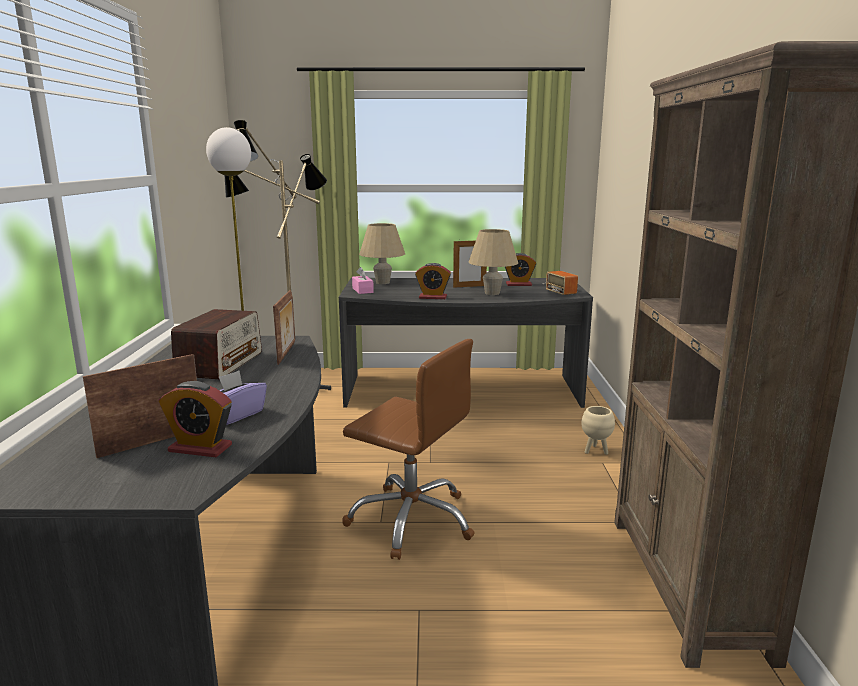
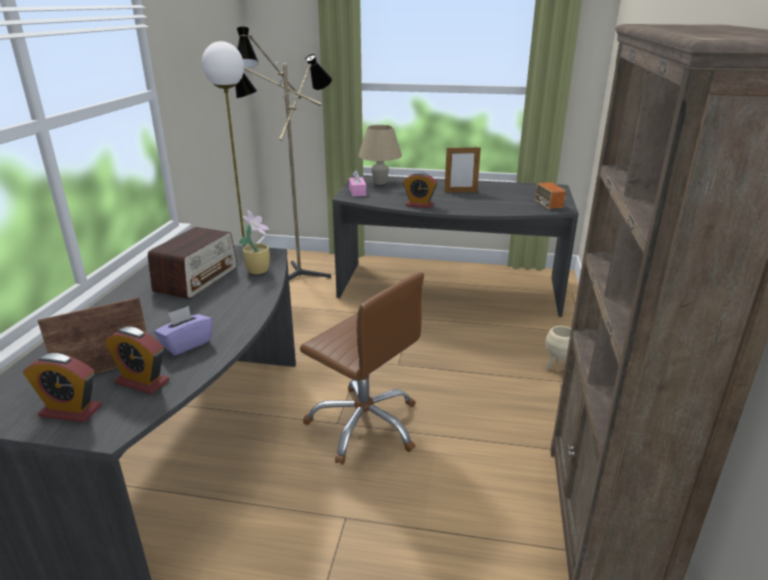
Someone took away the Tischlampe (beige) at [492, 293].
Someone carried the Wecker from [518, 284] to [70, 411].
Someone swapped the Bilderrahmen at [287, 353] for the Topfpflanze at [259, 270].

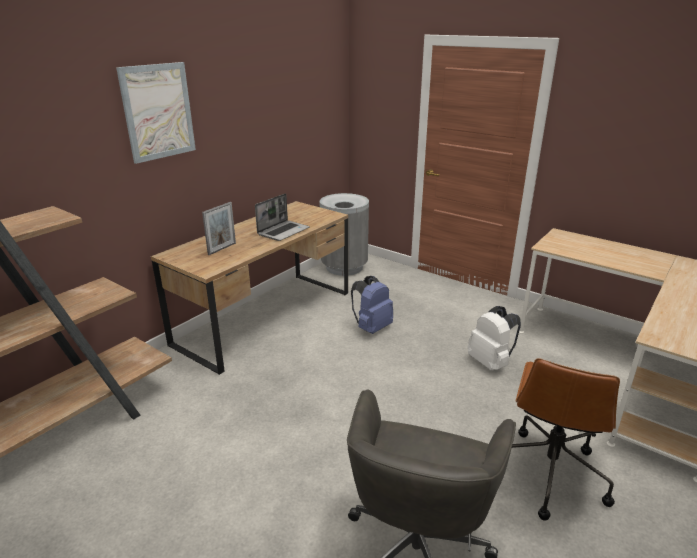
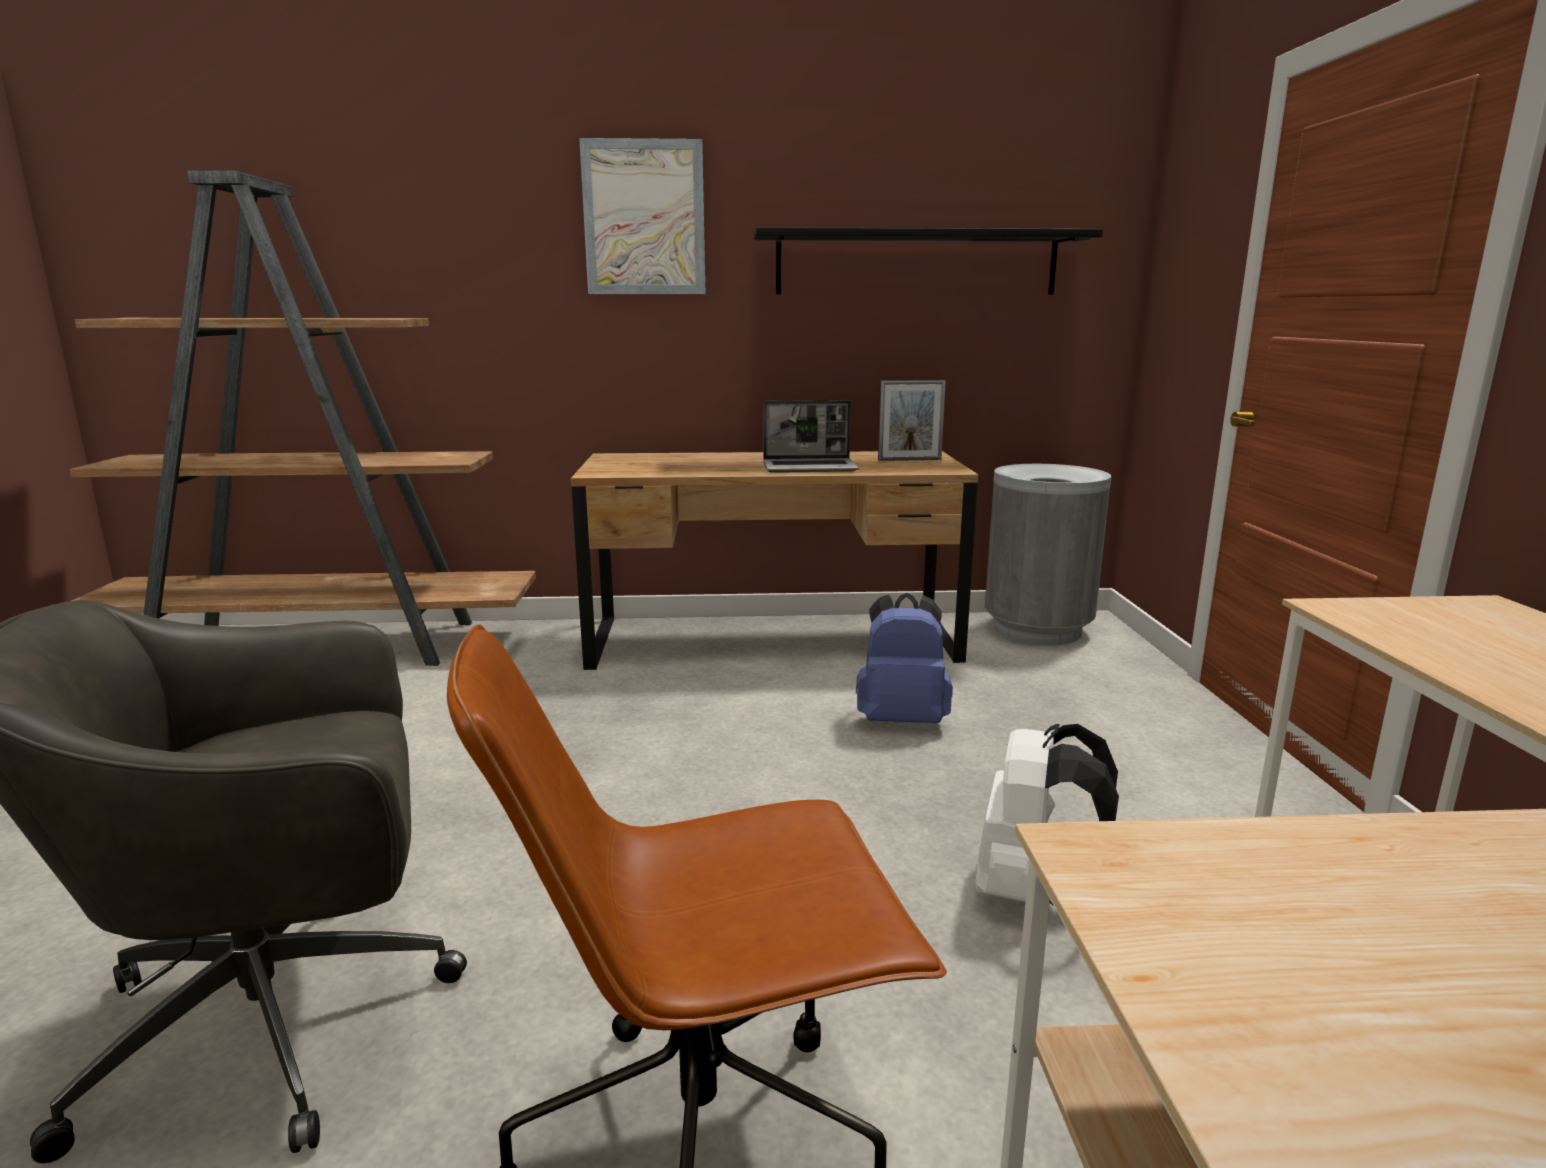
Someone put up the Wandregal (schwarz) at [916, 264].
Someone carried the Bilderrahmen from [222, 249] to [909, 460].

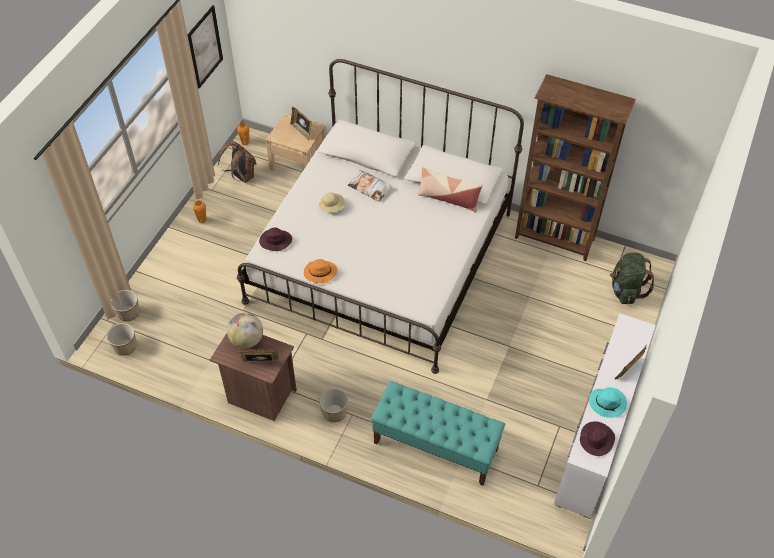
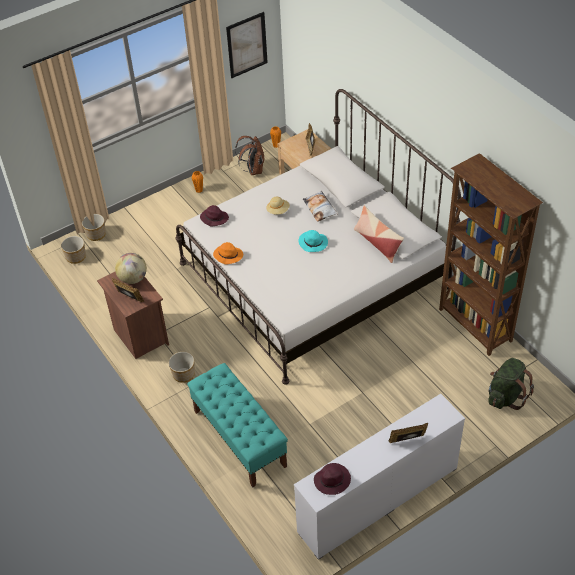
Someone carried the Hut (türkis) from [608, 403] to [313, 243].

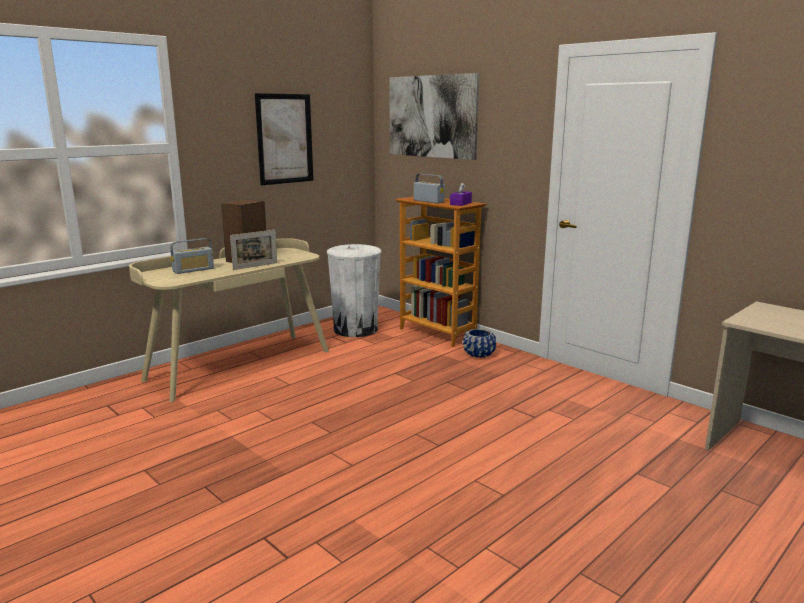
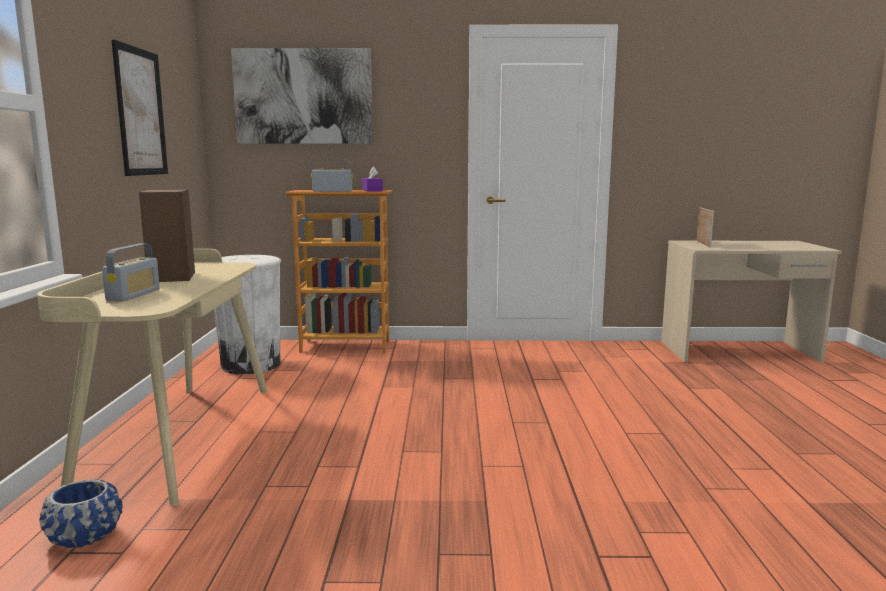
Someone carried the Bilderrahmen from [255, 266] to [703, 244].
Someone carried the Pflanzkübel (blau) from [479, 354] to [85, 536].

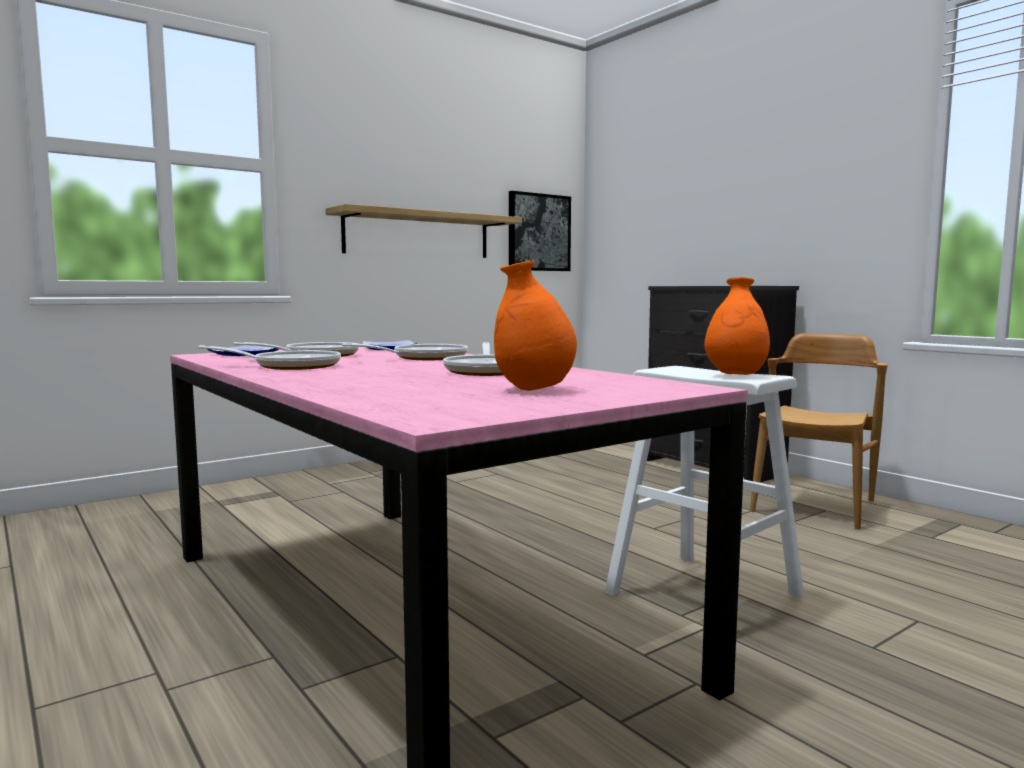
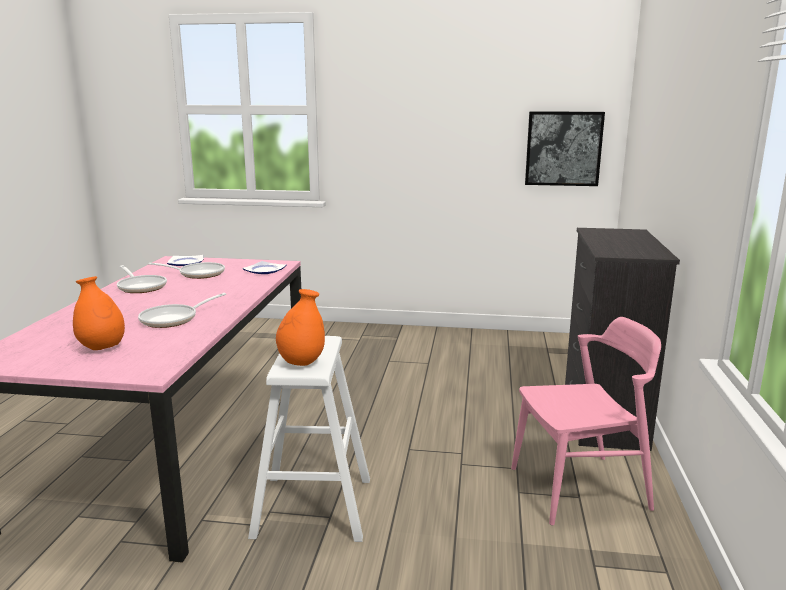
Someone took away the Wandregal at [418, 235].
Someone took away the Pfanne at [423, 358].
Someone repainted the Stuhl (braun) at [814, 506], which became the Stuhl (rosa) at [580, 489].

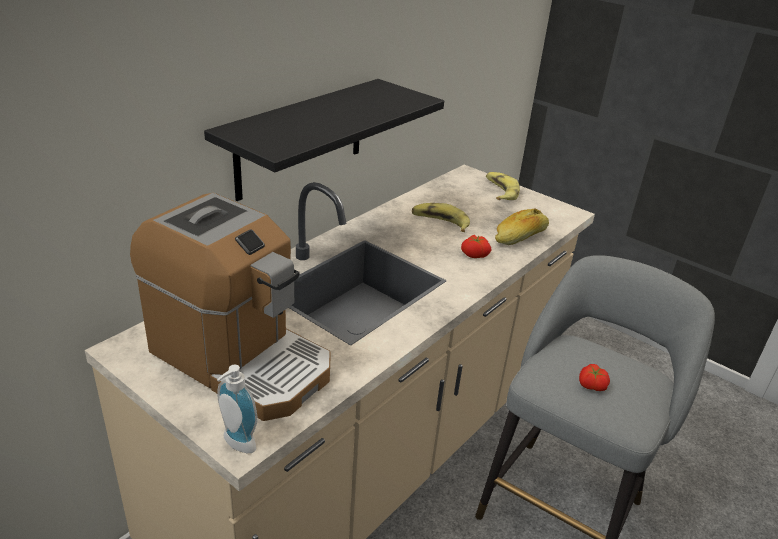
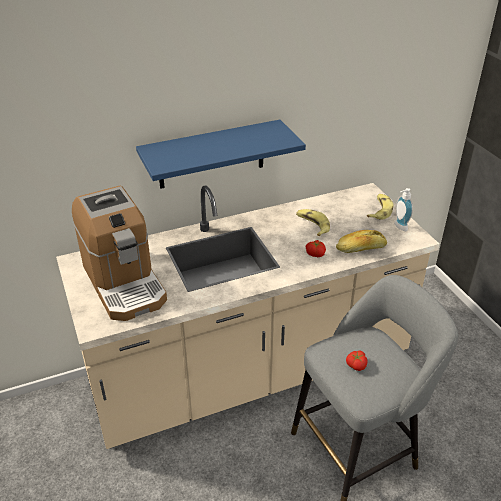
Someone carried the Seifenspender from [236, 445] to [399, 227].
Someone repainted the Wandregal (schwarz) at [301, 138], which became the Wandregal (blau) at [211, 155].

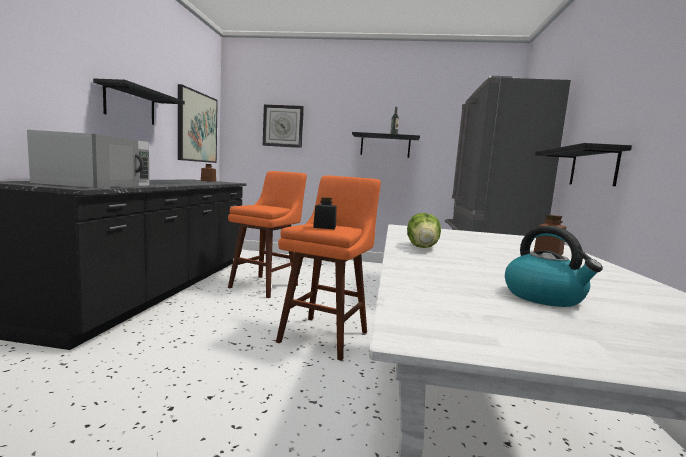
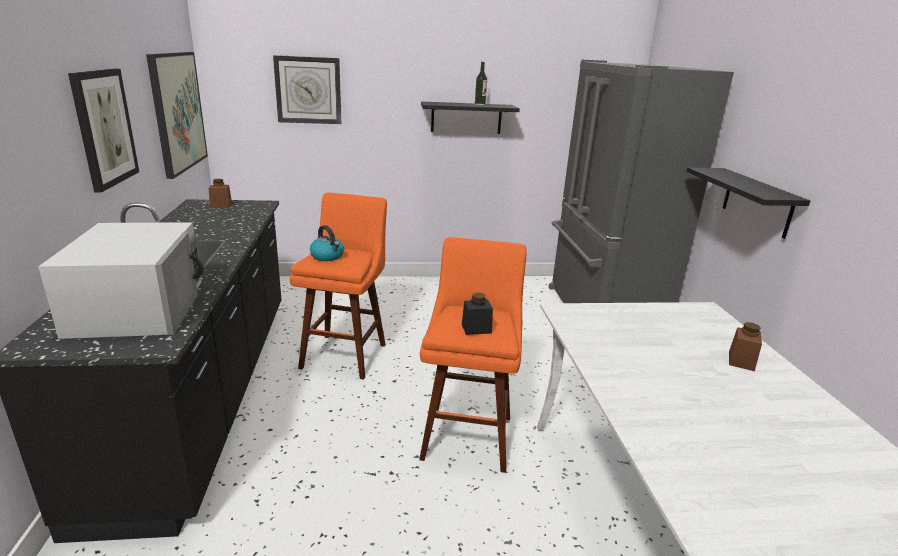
Someone took away the Salatkopf at [423, 247].
Someone carried the Wasserkessel from [544, 297] to [328, 256].
Someone swapped the Wandregal (schwarz) at [130, 105] for the Bild at [104, 128].

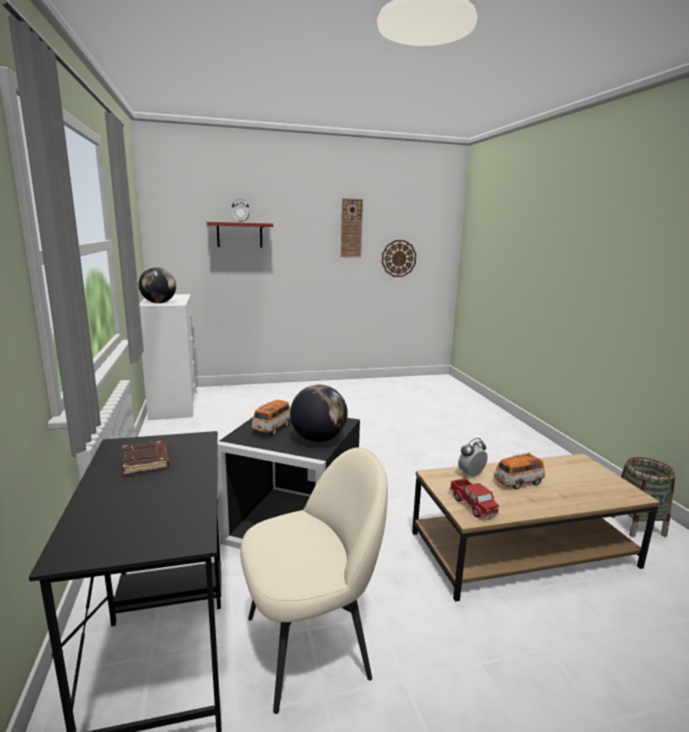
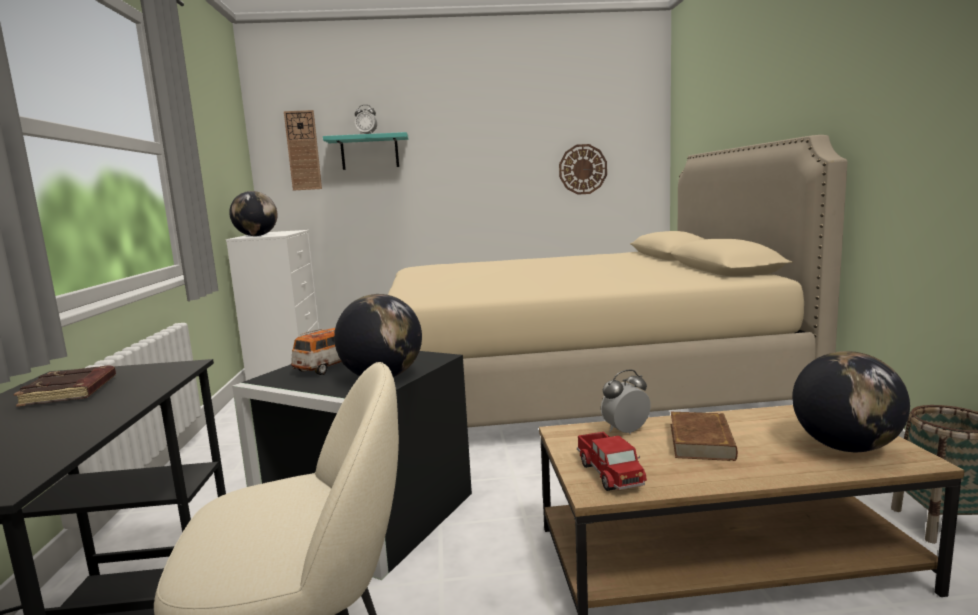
Someone put down the Bett (beige) at [569, 385].
Someone put down the Globus at [845, 447].
Someone carried the Wanduhr from [351, 228] to [303, 150].
Someone swapped the Spielzeugauto at [518, 482] for the Buch (braun) at [701, 441].
Someone repainted the Wandregal (rot) at [239, 235], which became the Wandregal (türkis) at [369, 152].

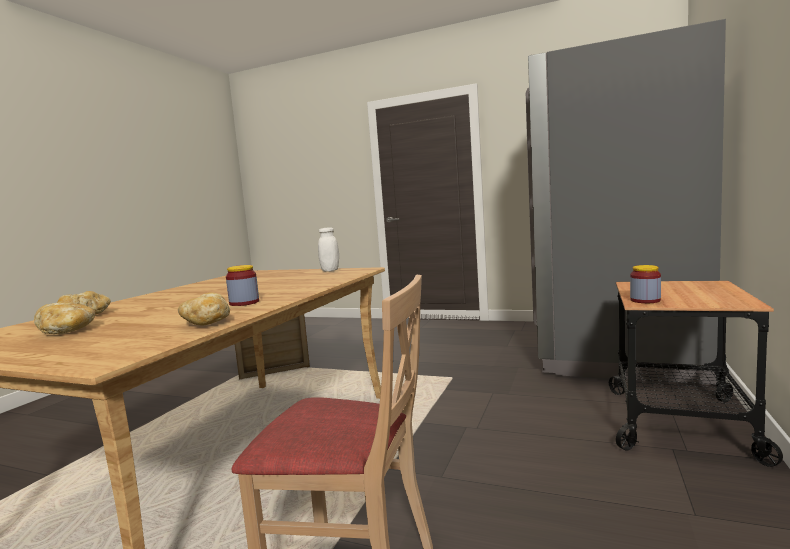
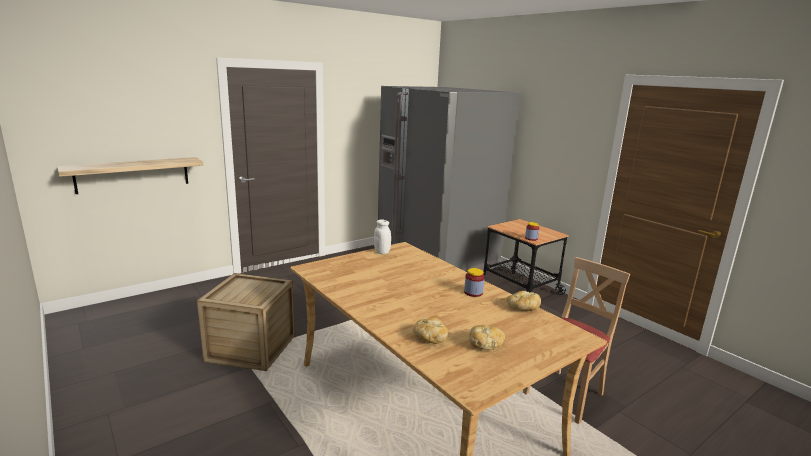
Someone put up the Wandregal at [133, 174].

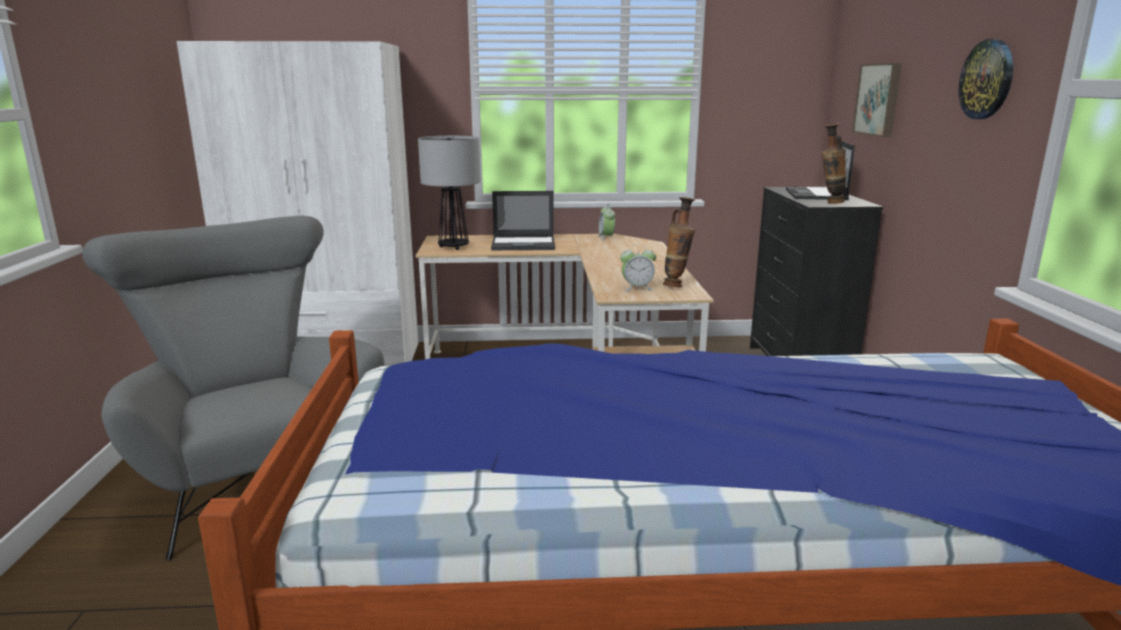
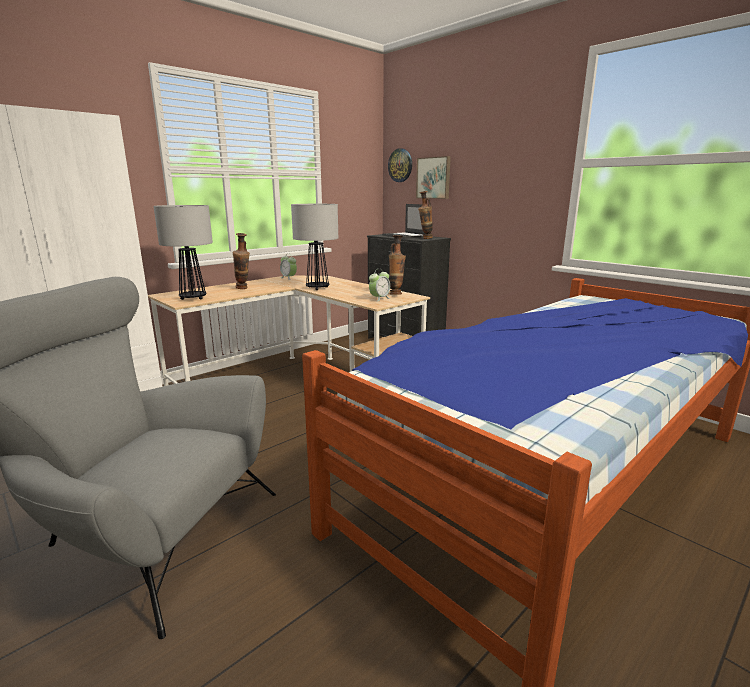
Someone put down the Tischlampe at [317, 288].
Someone carried the Wanduhr from [987, 79] to [400, 165].
Someone swapped the Laptop at [524, 244] for the Vase at [243, 289].

